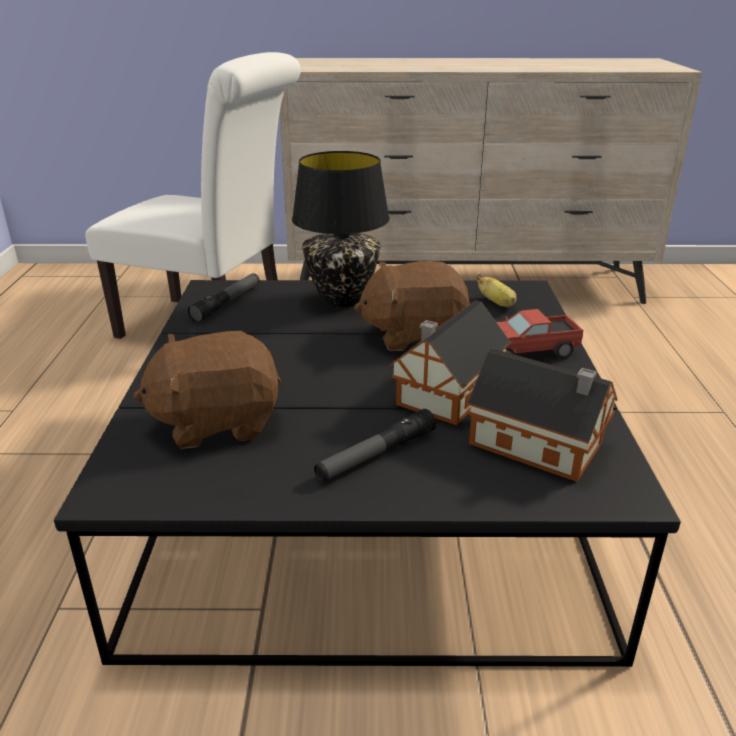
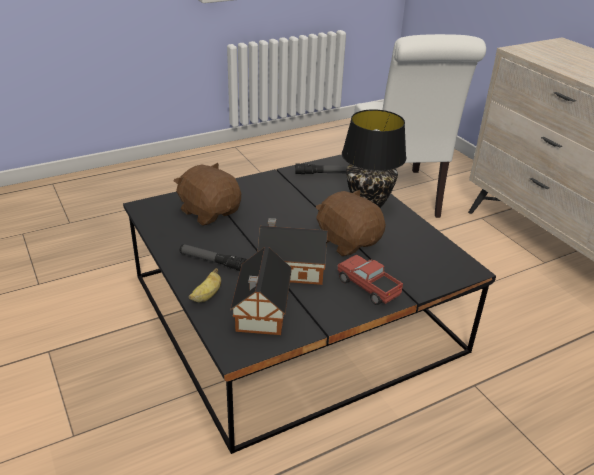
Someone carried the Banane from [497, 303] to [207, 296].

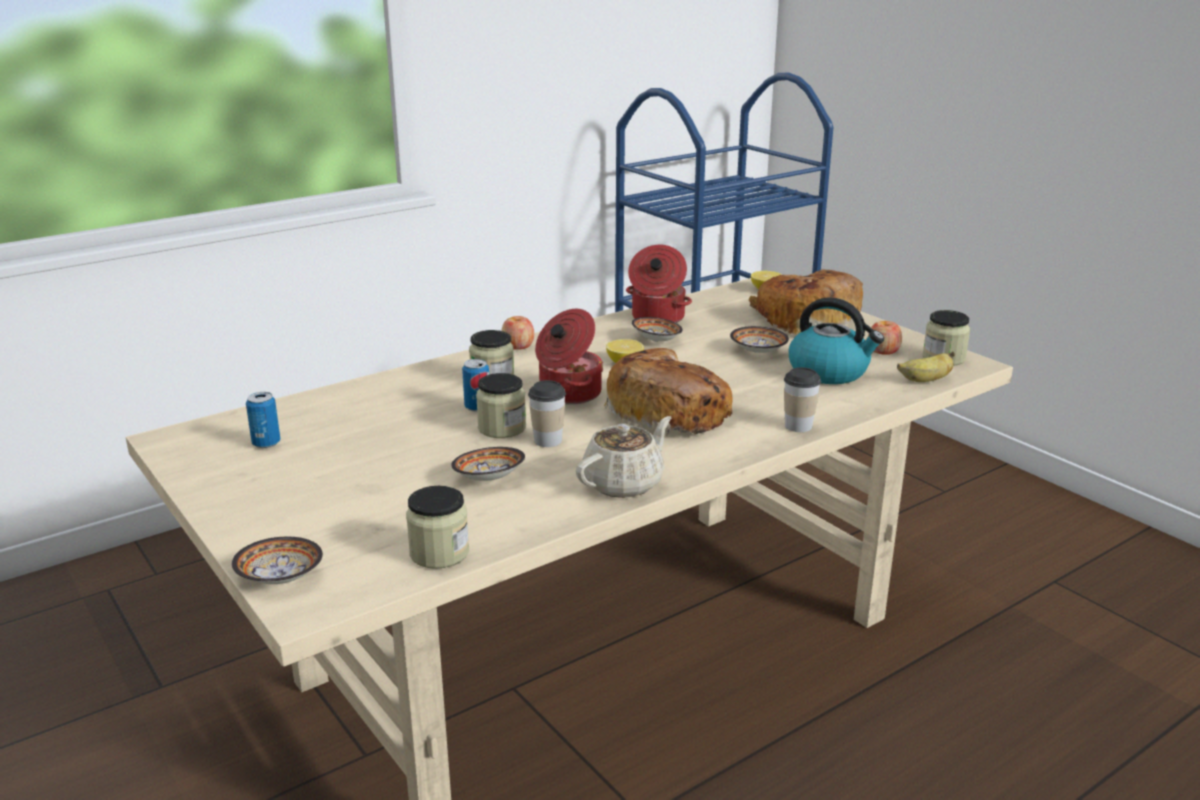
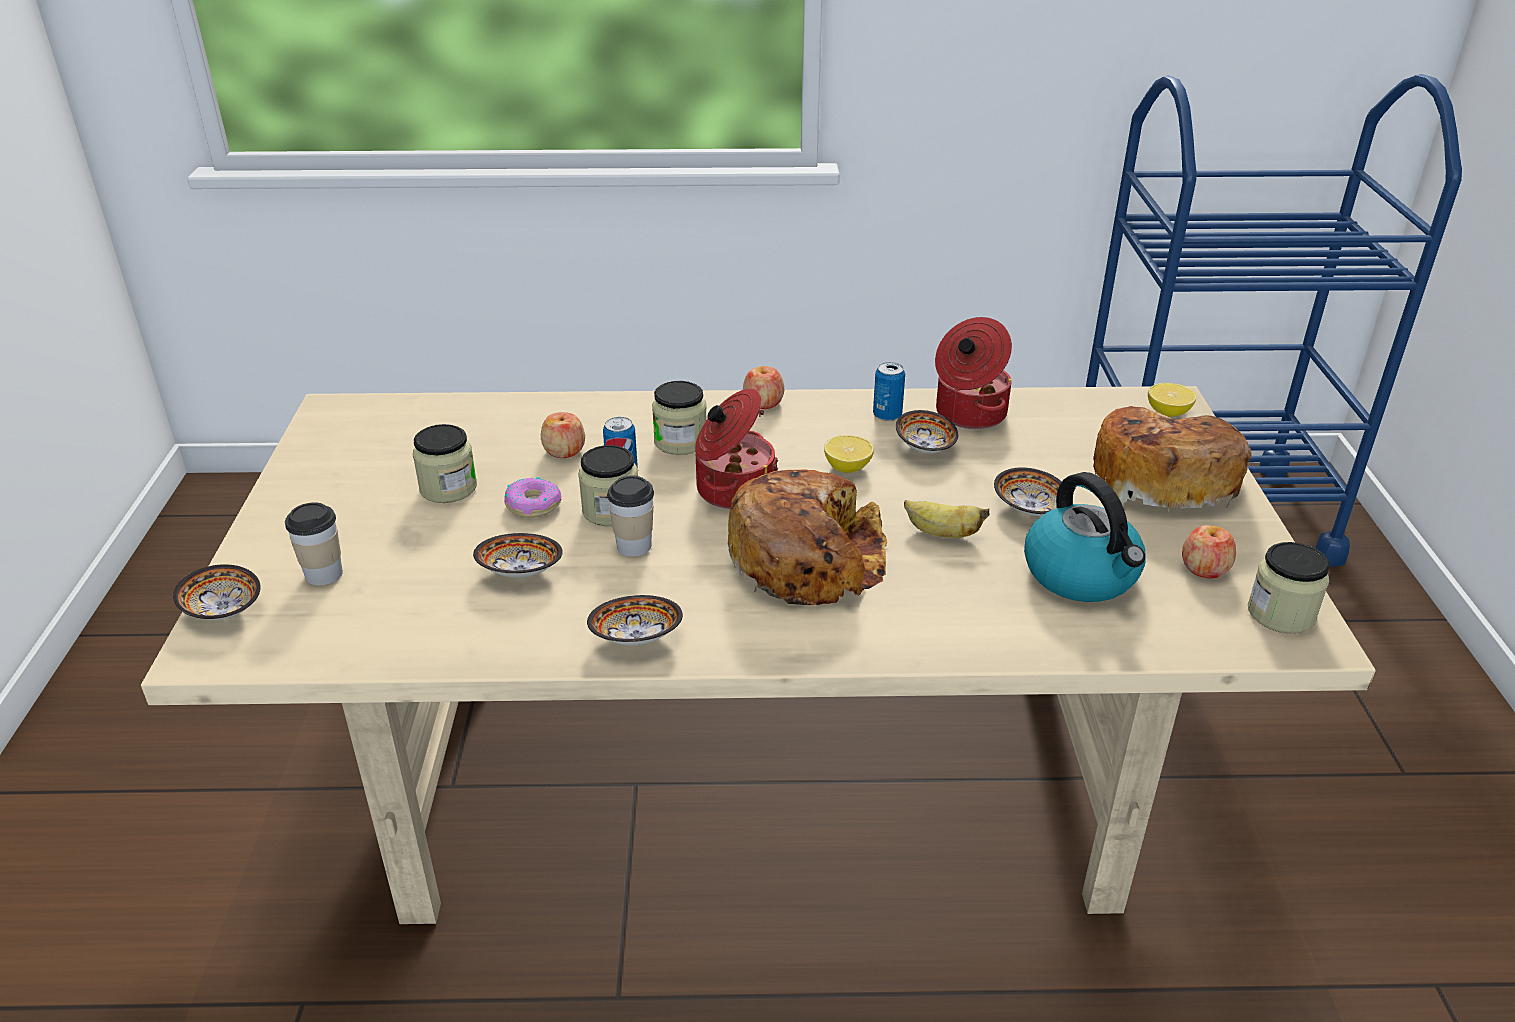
Someone put down the Donut at [533, 505].
Someone put down the Apfel at [564, 451].
Someone carried the Dose from [266, 443] to [887, 415].
Someone carried the Vorratsglas from [439, 553] to [448, 488].
Someone carried the Tasse from [798, 426] to [324, 574].
Someone carried the Banane from [925, 380] to [941, 533].
Someone swapped the Teekanne (beige) at [624, 483] for the Schüssel at [636, 638].

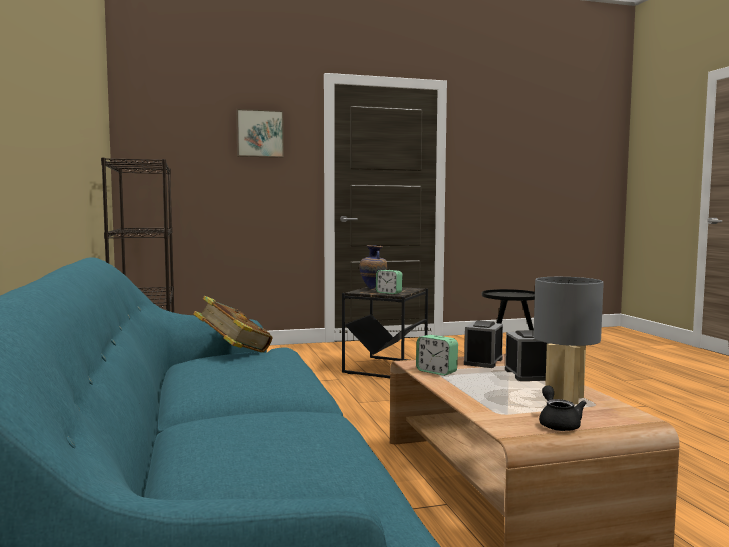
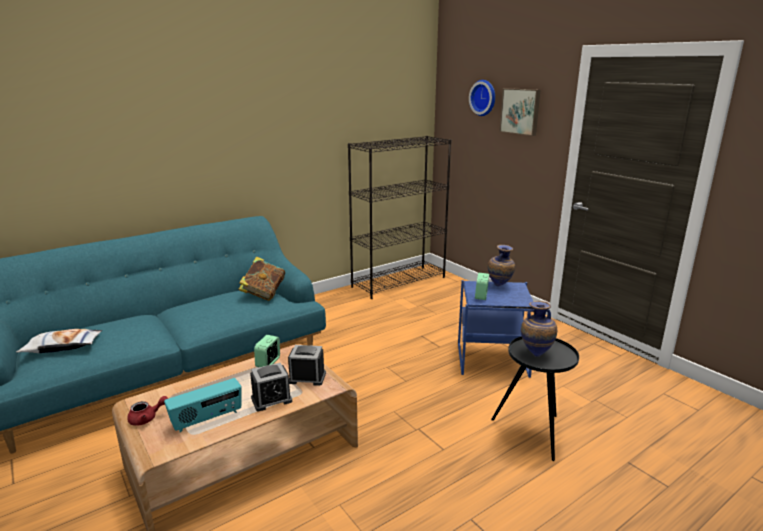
Someone put down the Kissen at [62, 346].
Someone put up the Wanduhr at [484, 97].
Someone put down the Vase at [536, 354].
Someone swapped the Tischlampe (grau) at [563, 398] for the Radio at [207, 419].
Someone repainted the Beistelltisch (schwarz) at [386, 368], which became the Beistelltisch (blau) at [493, 360].
Someone repainted the Teekanne (schwarz) at [558, 424], which became the Teekanne (rot) at [147, 418].

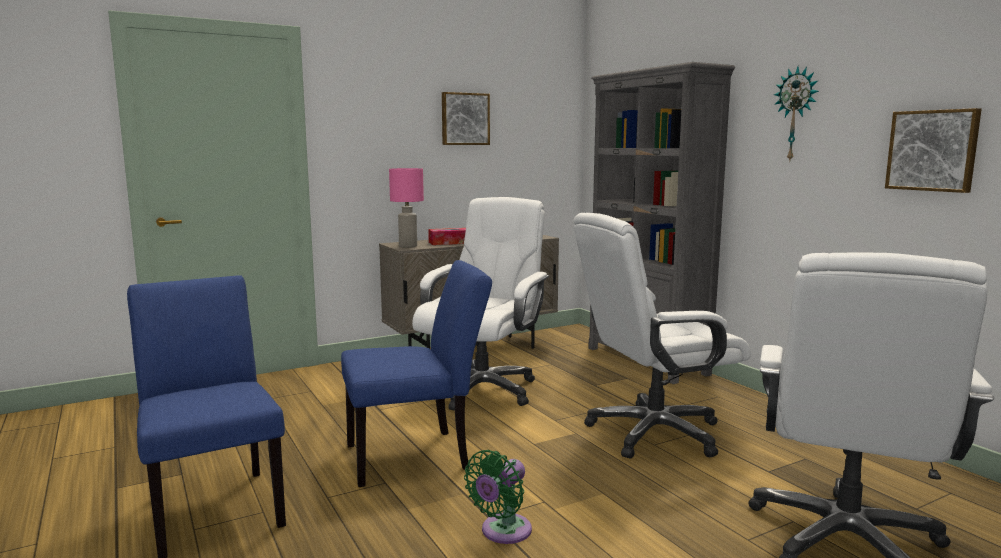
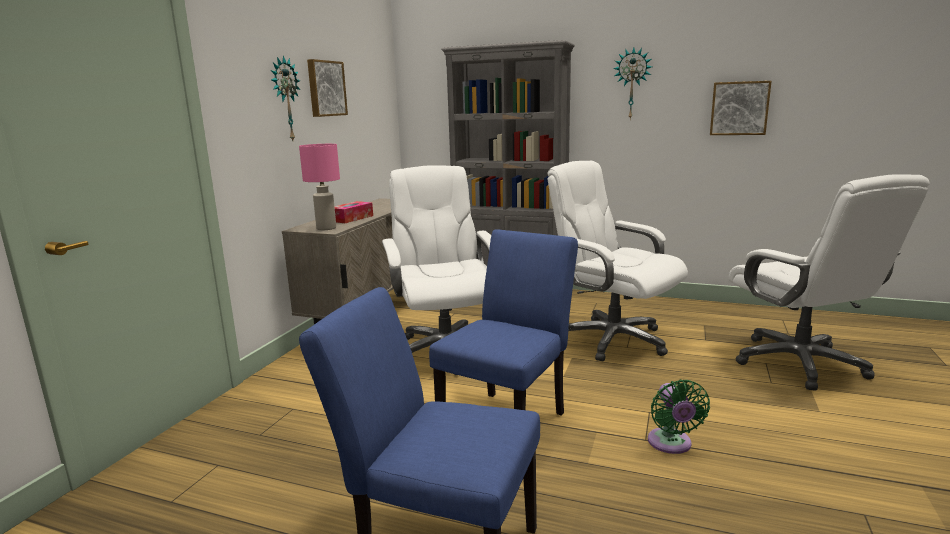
Someone put up the Wanduhr at [285, 99].
Someone rotated the Bürostuhl (weiß) at [653, 433] by 105 degrees clockwise.

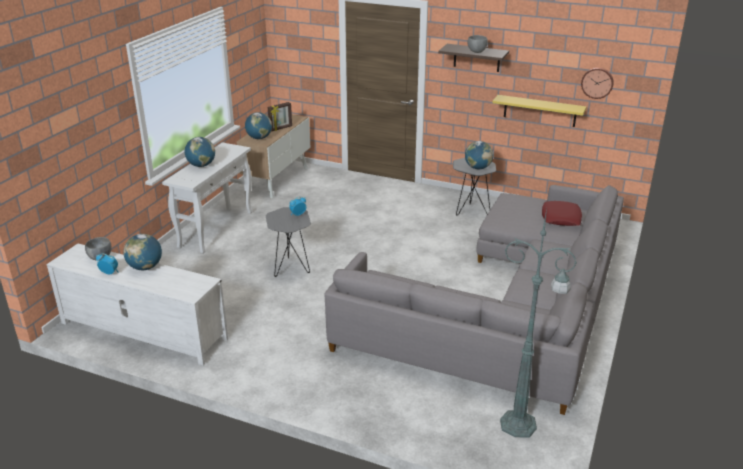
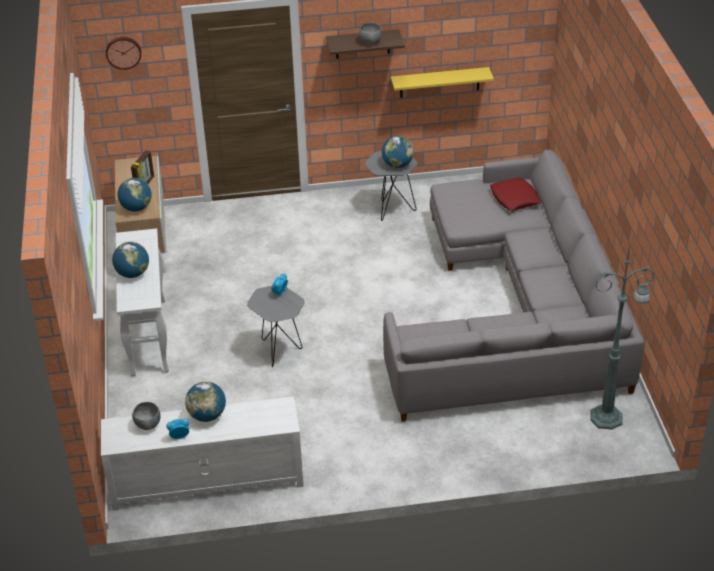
Someone carried the Wanduhr from [597, 82] to [123, 52].

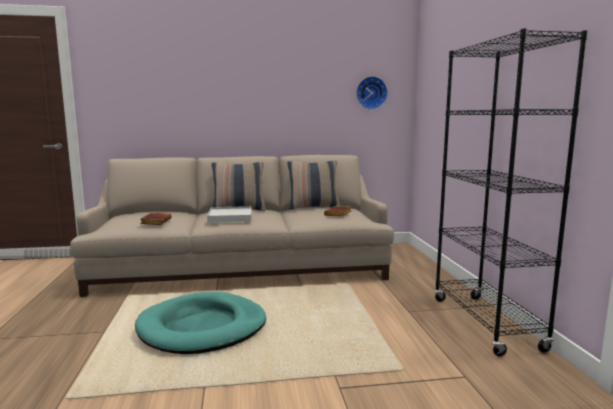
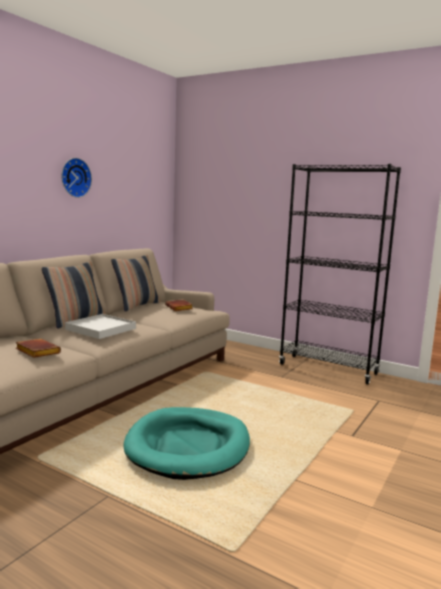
Someone carried the Wanduhr from [371, 93] to [74, 177].

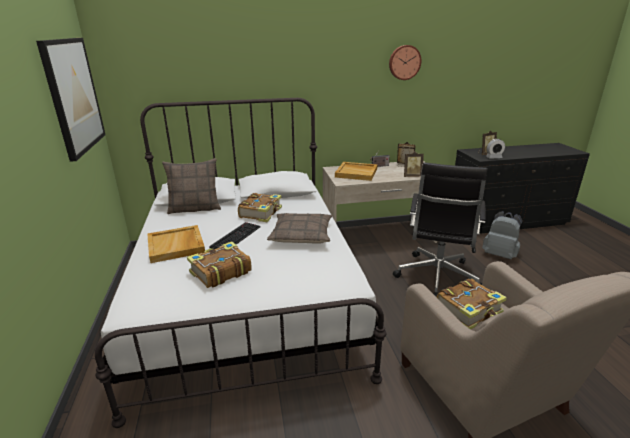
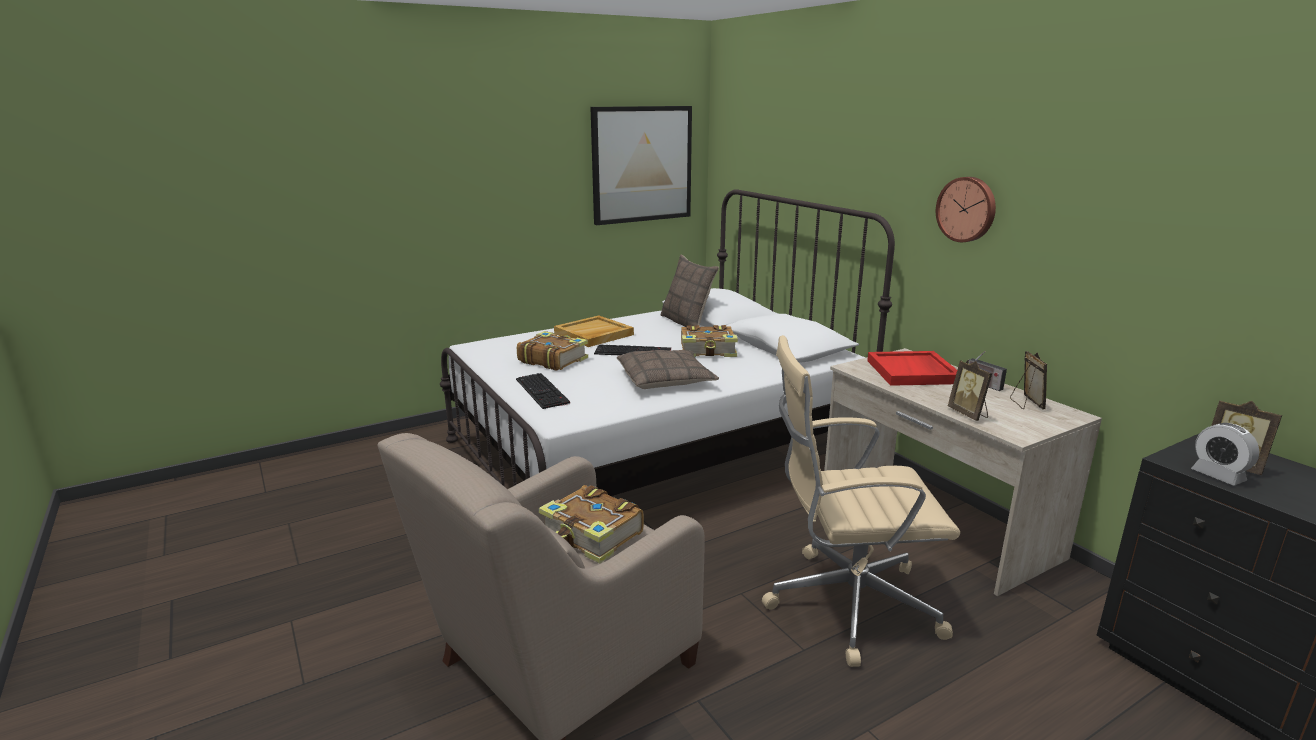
Someone took away the Rucksack (grau) at [499, 254].
Someone put down the Tastatur at [543, 391].
Someone carried the Wanduhr from [404, 62] to [967, 209].
Someone repainted the Tablett (beige) at [357, 173], which became the Tablett (rot) at [913, 372].
Someone repainted the Bürostuhl (schwarz) at [436, 278], which became the Bürostuhl (beige) at [846, 604].

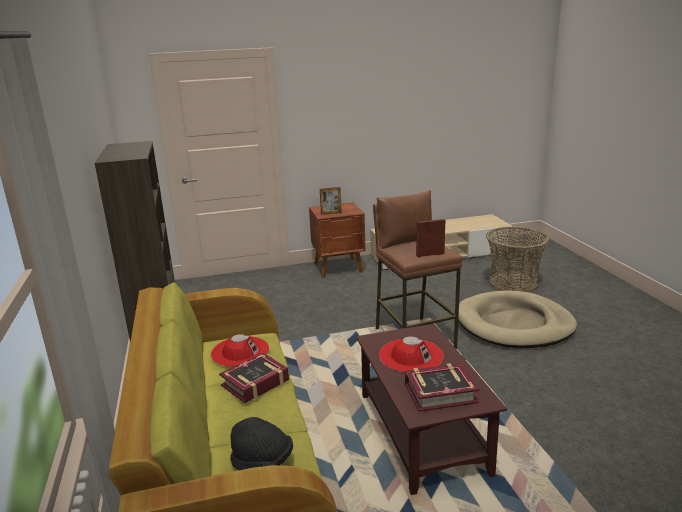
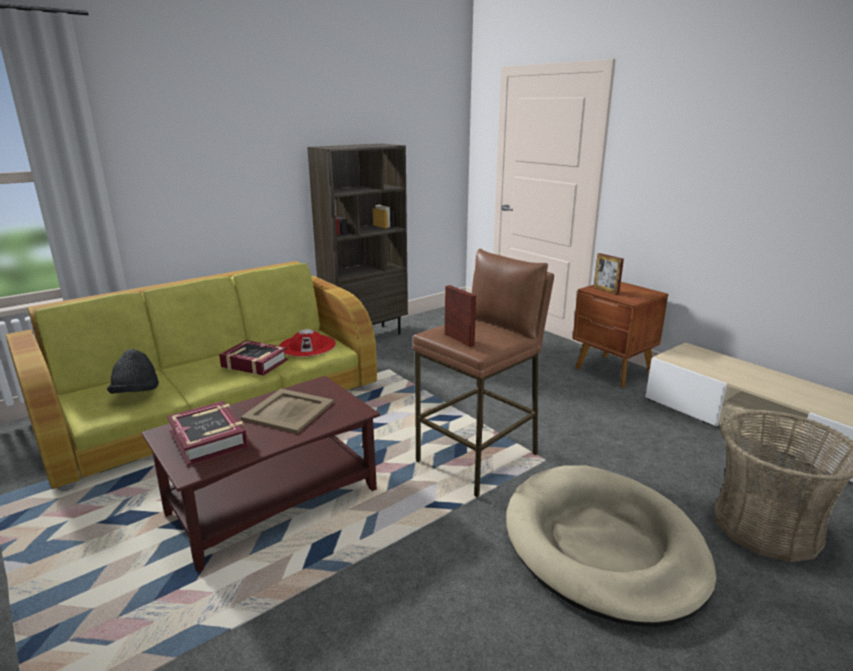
Someone swapped the Hut (rot) at [410, 355] for the Tablett (beige) at [289, 410].

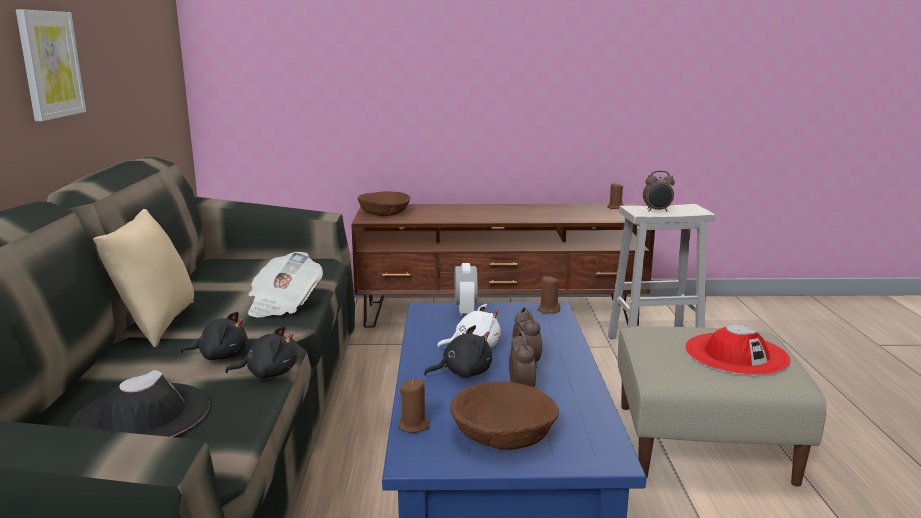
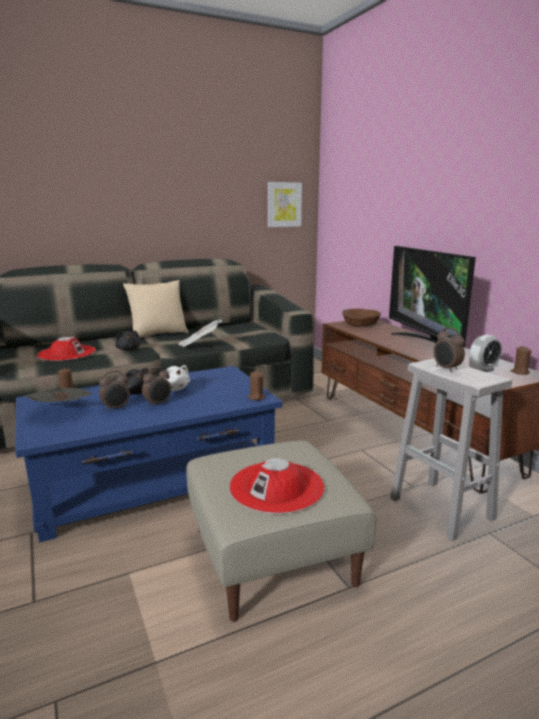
Someone took away the Plüschtier (schwarz) at [268, 373].
Someone put down the Fernseher at [426, 343].
Someone carried the Bild from [49, 64] to [284, 204].
Someone carried the Wecker from [465, 311] to [482, 370].
Someone swapped the Schüssel (braun) at [503, 433] for the Zeitung at [62, 411].
Someone repainted the Hut (schwarz) at [141, 415], which became the Hut (rot) at [66, 353].

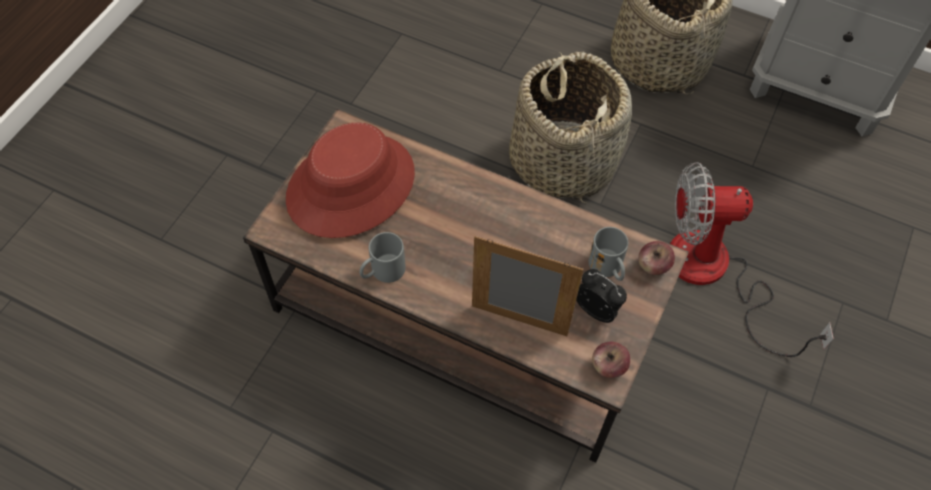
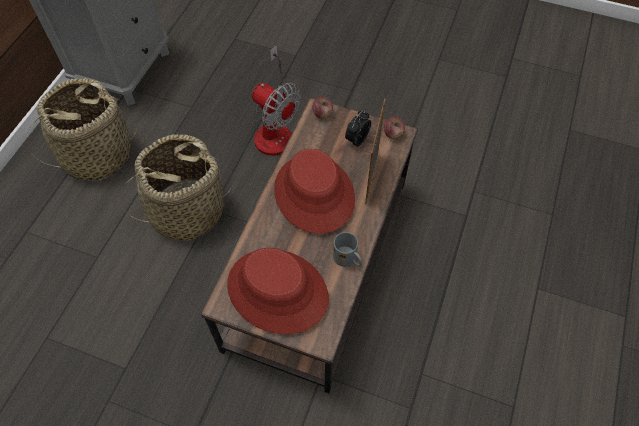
Someone took away the Henkelbecher (grau) at [608, 268].
Someone put down the Hut (rot) at [313, 194].
Someone rotated the Ventilator at [714, 275] by 45 degrees counterclockwise.

